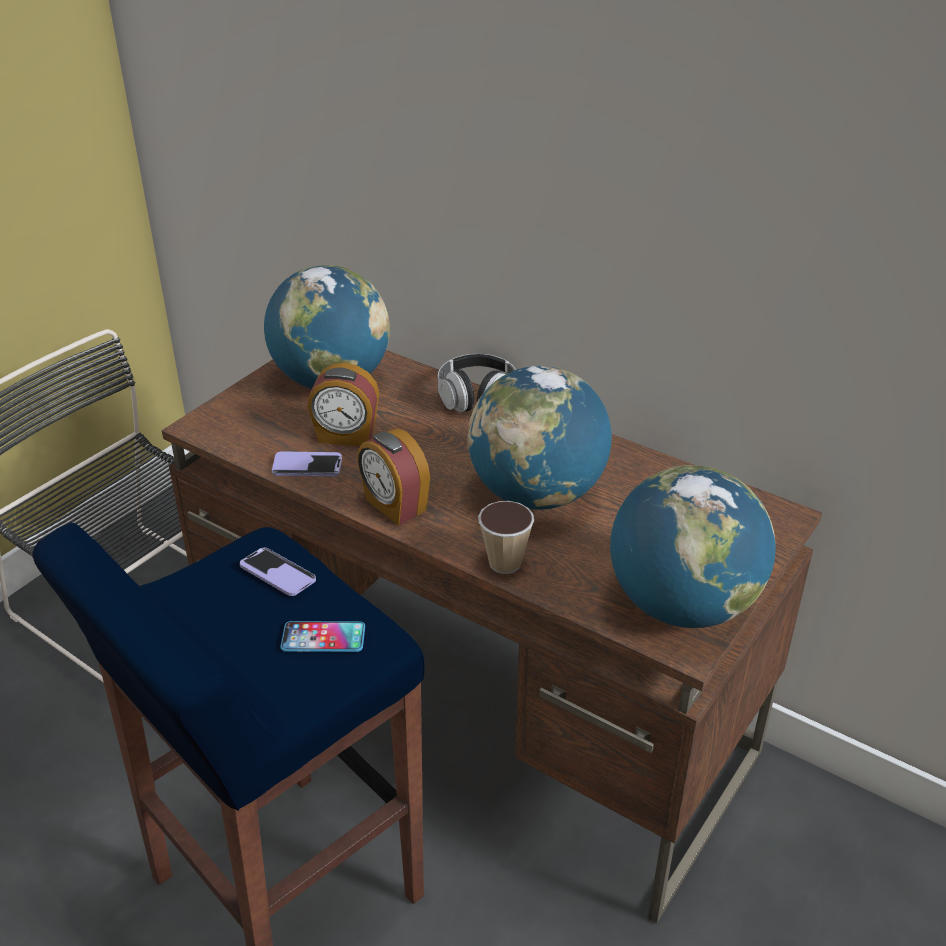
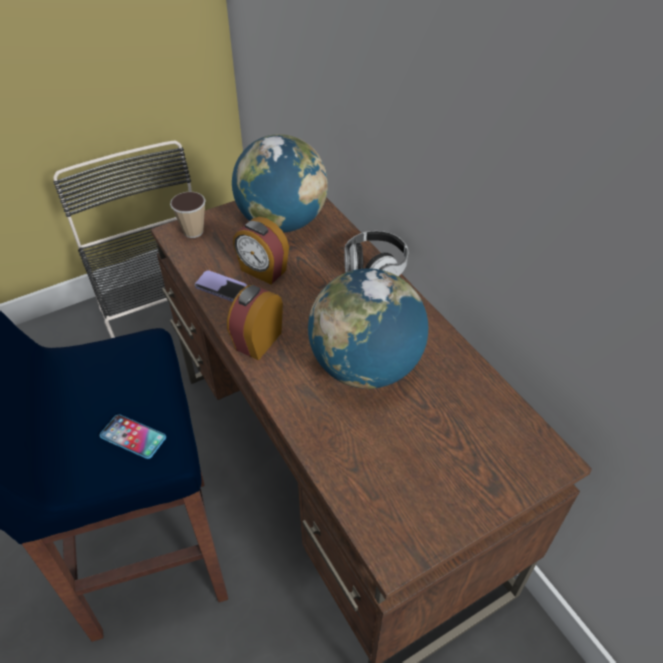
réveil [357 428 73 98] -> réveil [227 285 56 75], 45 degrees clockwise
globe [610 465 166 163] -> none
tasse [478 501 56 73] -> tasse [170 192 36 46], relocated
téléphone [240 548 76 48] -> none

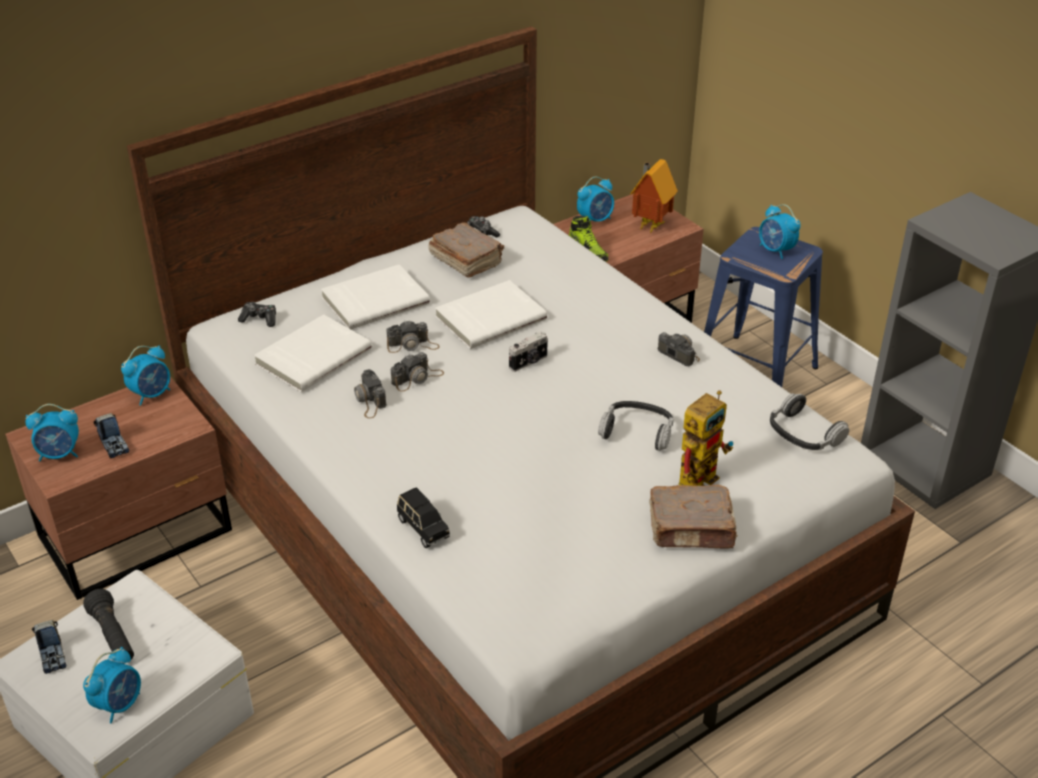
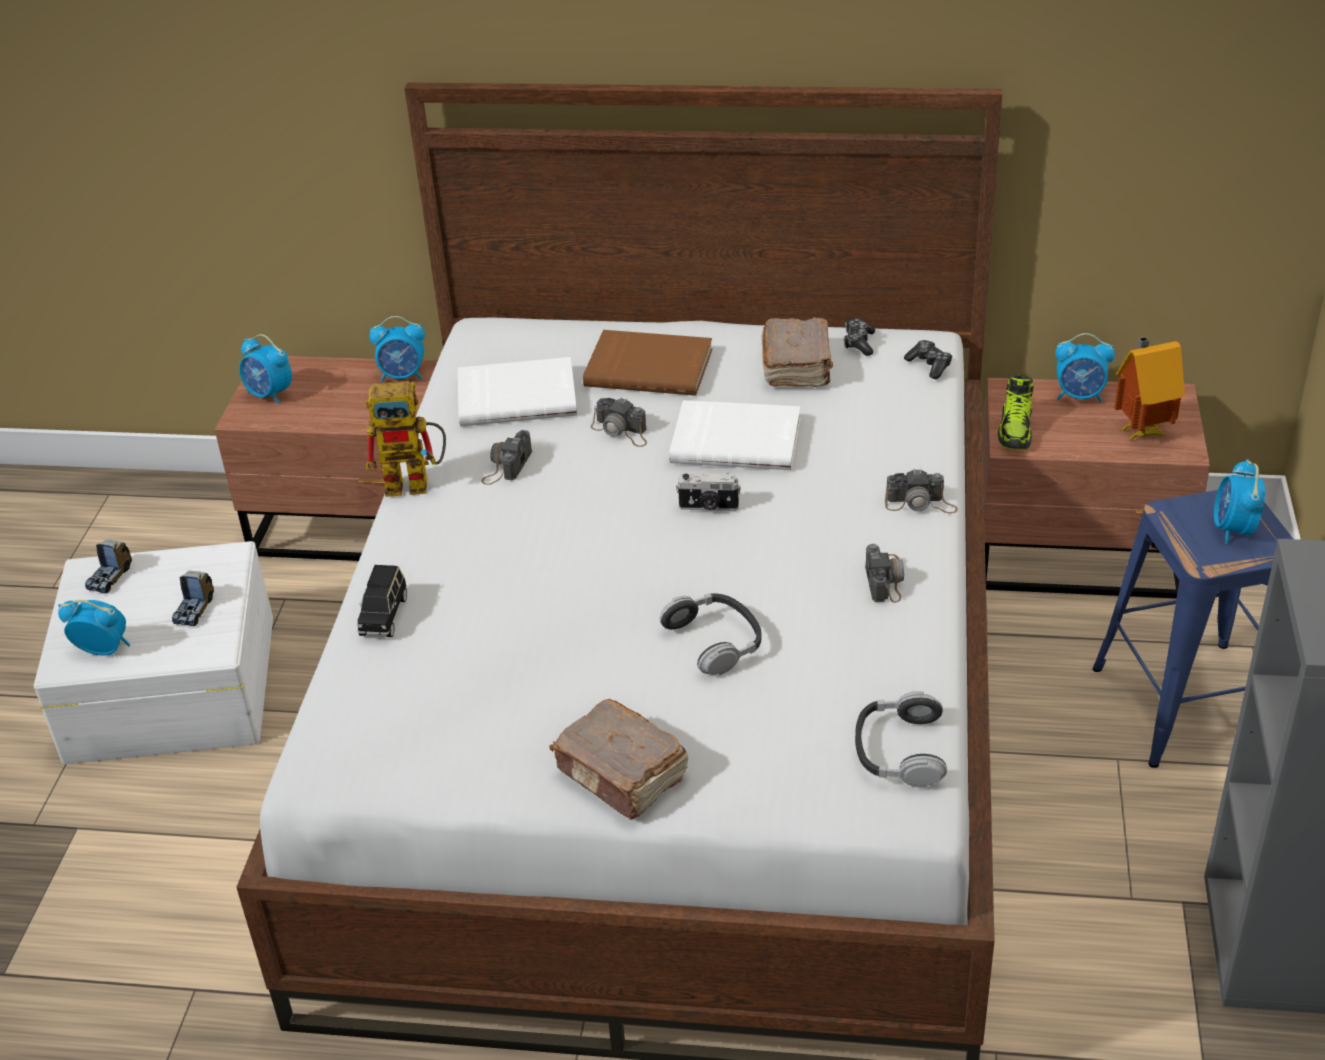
livre [blanc] [321 264 109 65] -> livre [marron] [583 330 129 66]
manette [238 302 38 25] -> manette [904 340 48 39], relocated
appareil photo [391 352 53 40] -> appareil photo [885 469 73 45], relocated
robot jouet [679 390 54 96] -> robot jouet [366 381 80 116], relocated
camion jouet [94 413 35 46] -> camion jouet [172 571 42 55], relocated
lampe de poche [noir] [83 589 51 75] -> none
réveil [83 647 58 77] -> réveil [58 600 72 55], 150 degrees counterclockwise

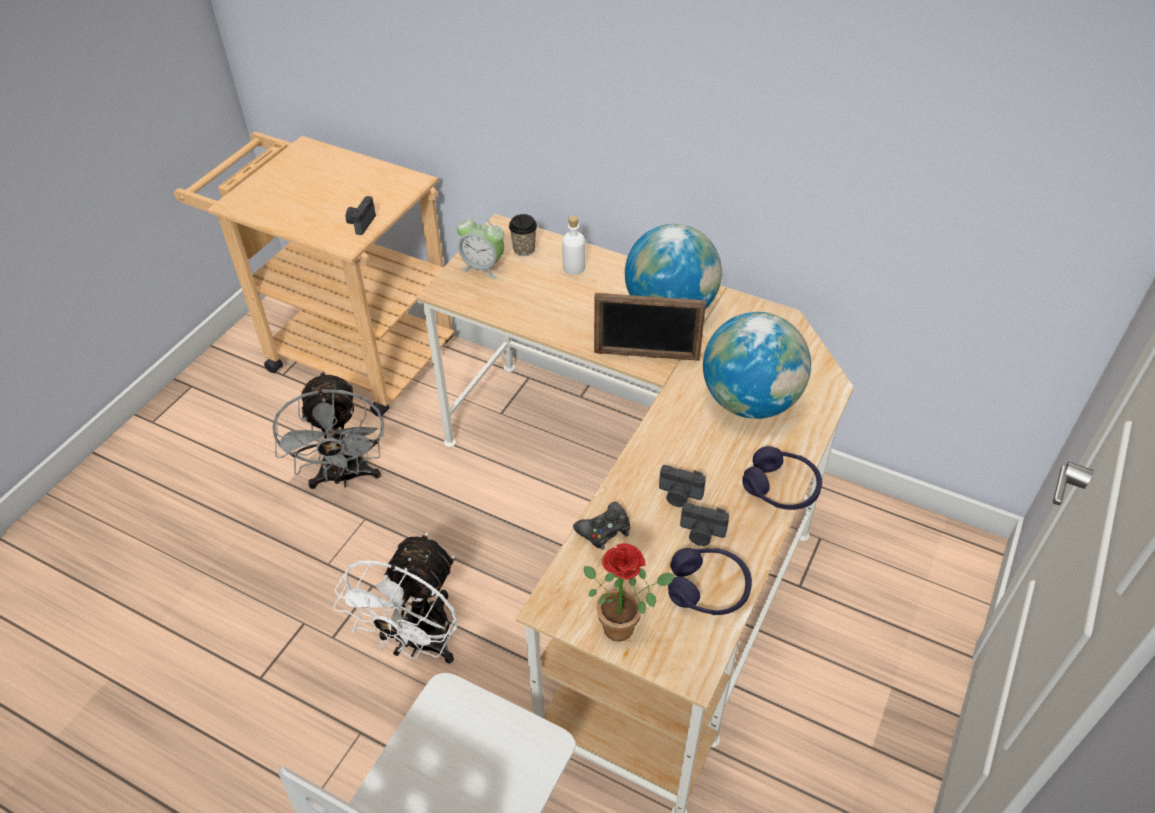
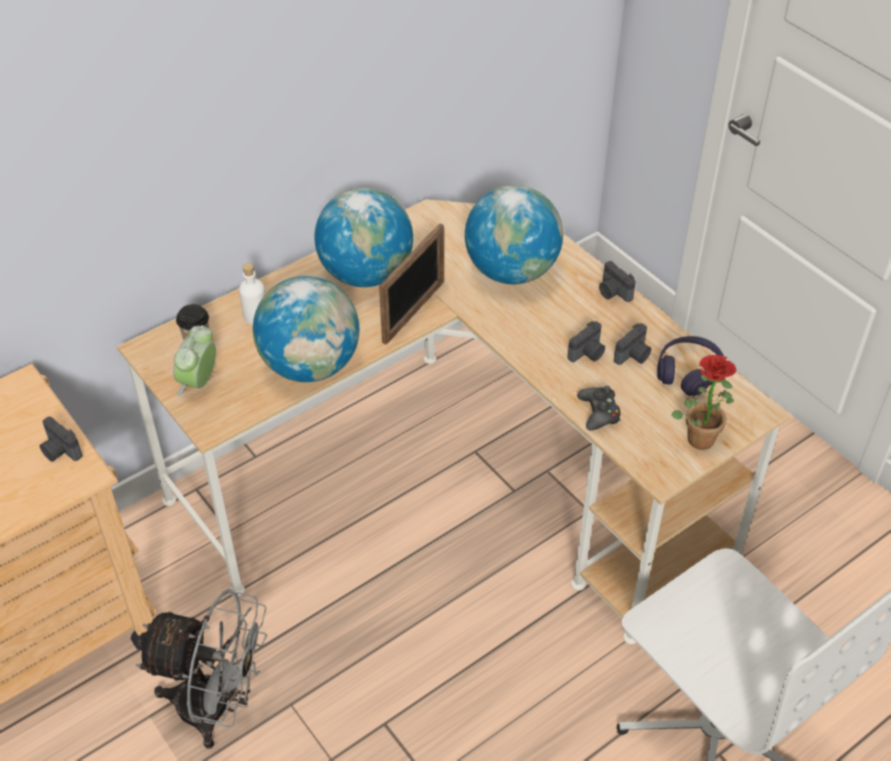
réveil [457 215 47 64] -> réveil [173 325 43 72], 150 degrees clockwise
casque audio [violet] [742 446 80 64] -> appareil photo [599 261 37 41]
ventilateur [blanc] [333 532 125 132] -> none
none -> globe [253 276 106 106]

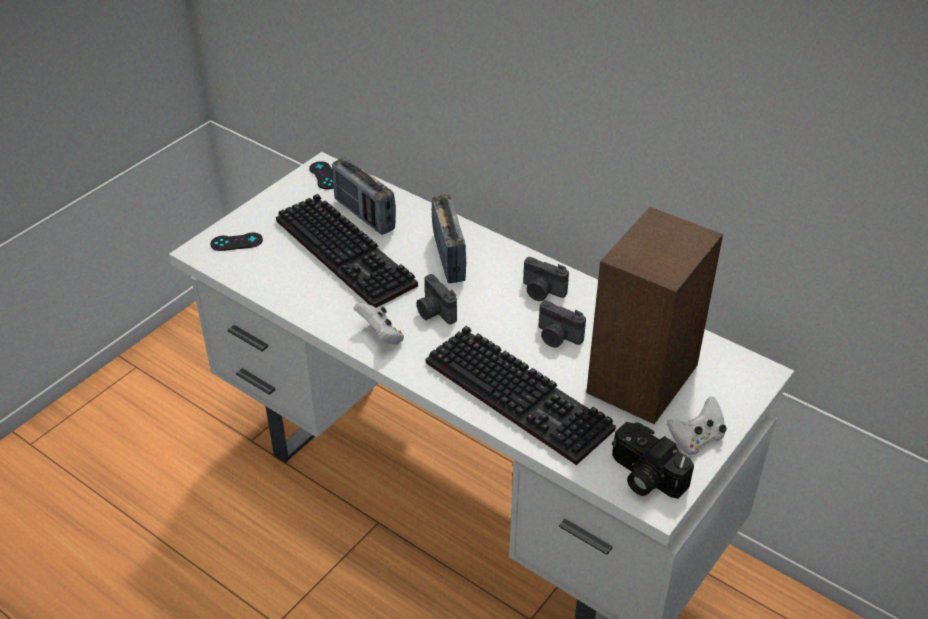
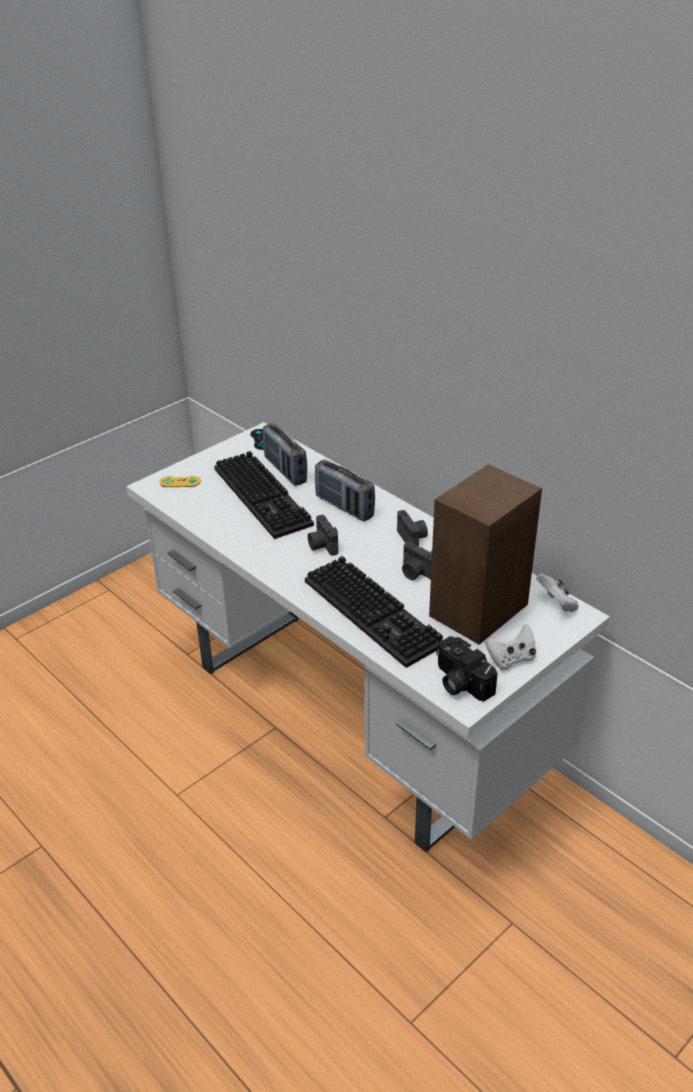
radio [432 194 34 89] -> radio [315 459 60 62], 135 degrees clockwise
manette [noir] [210 232 53 19] -> manette [jaune] [159 476 42 11]
appareil photo [523 257 46 44] -> appareil photo [397 510 31 37], 150 degrees counterclockwise
manette [blanc] [354 302 50 42] -> manette [blanc] [536 573 43 39], relocated

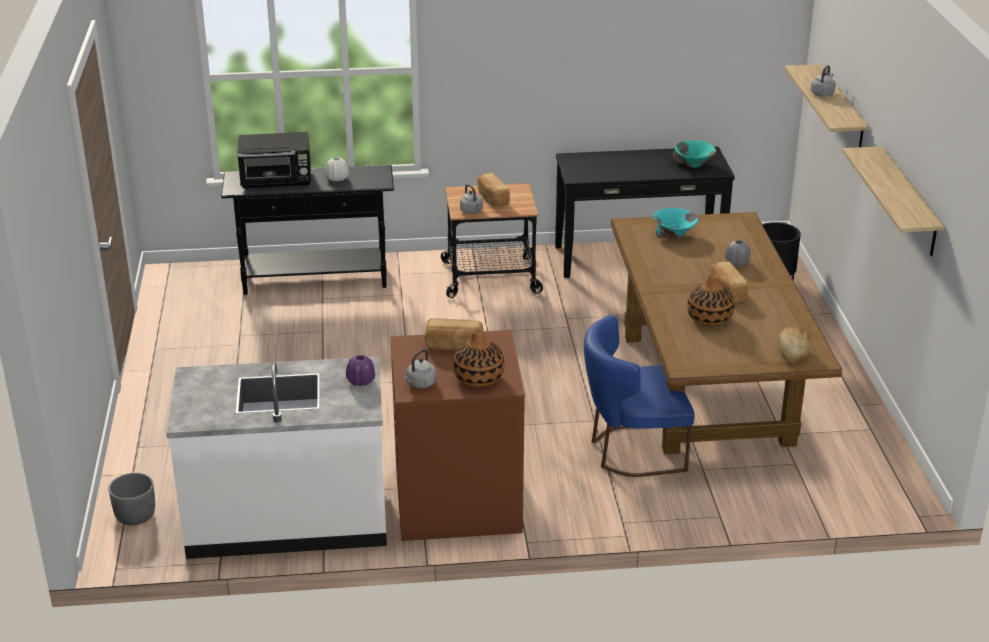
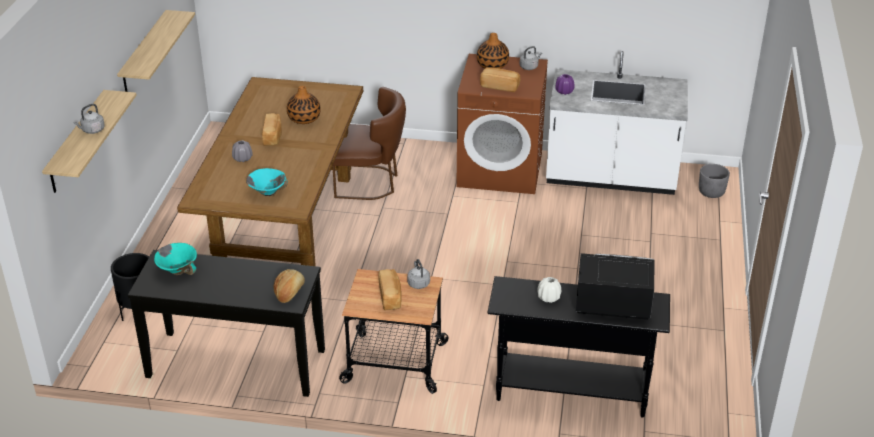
chaise [bleu] [584 315 110 162] -> chaise [marron] [332 87 74 113]
pain [778 327 33 36] -> pain [274 269 31 34], relocated

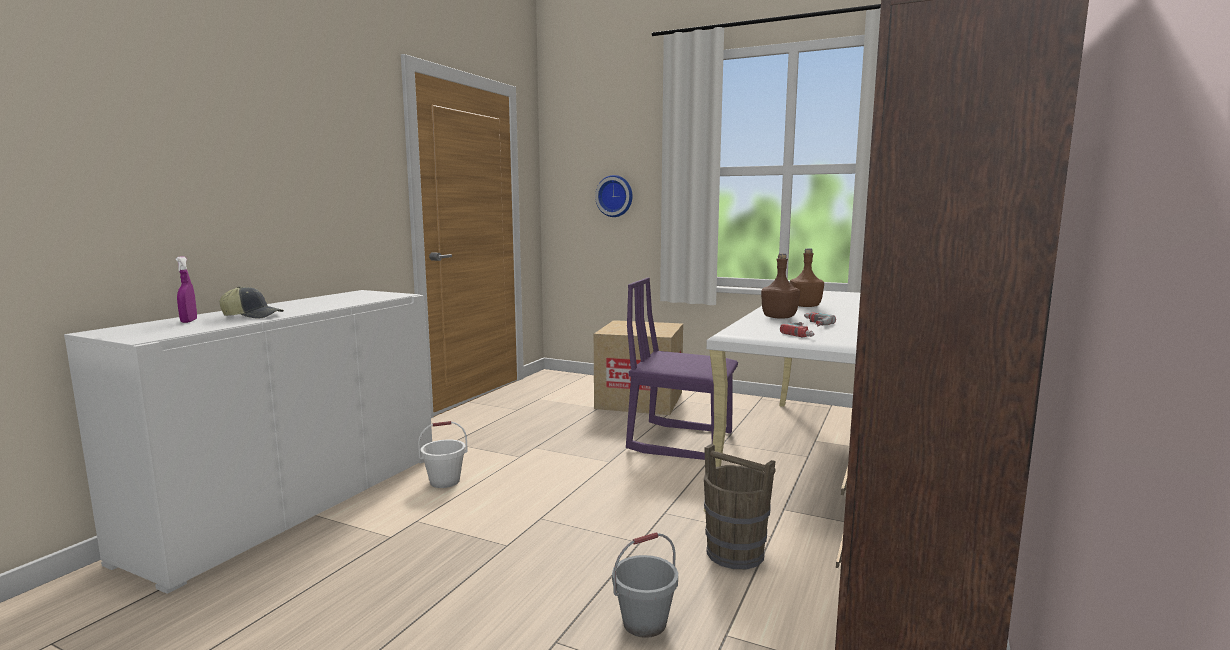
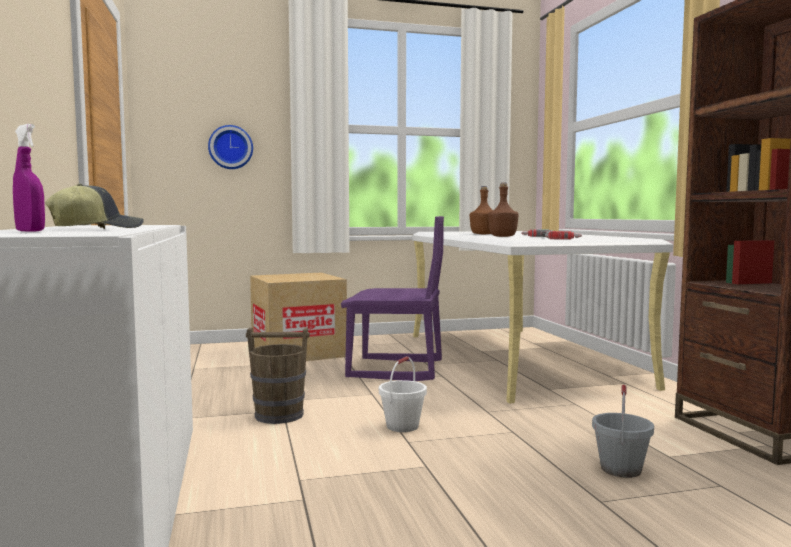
chaise [violet] [626 278 112 182] -> chaise [violet] [341 216 103 165], 150 degrees counterclockwise
seau [blanc] [418 421 50 67] -> seau [blanc] [379 356 48 76], relocated
seau [marron] [704 444 72 125] -> seau [marron] [246 328 64 96], relocated

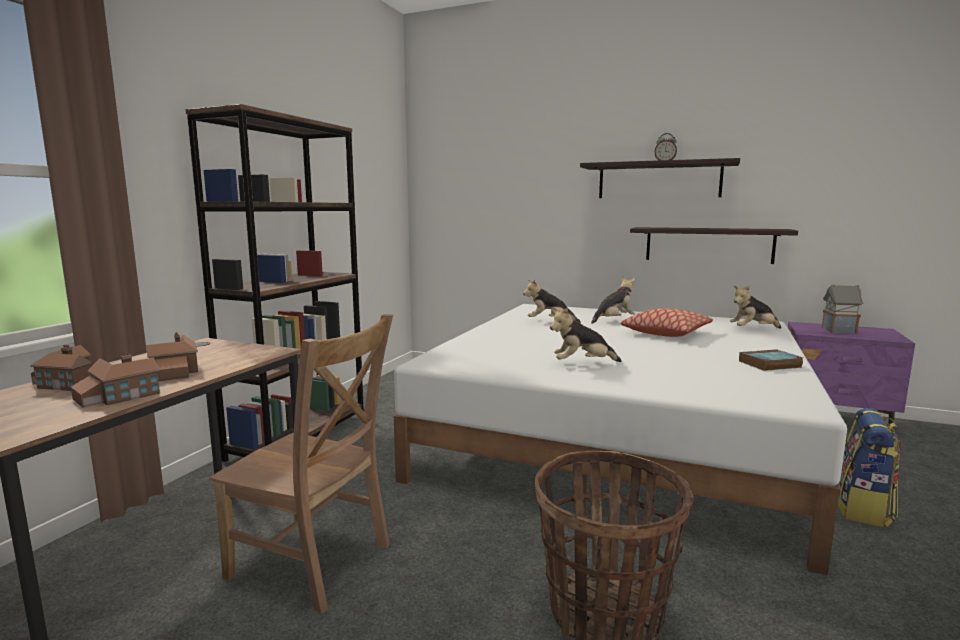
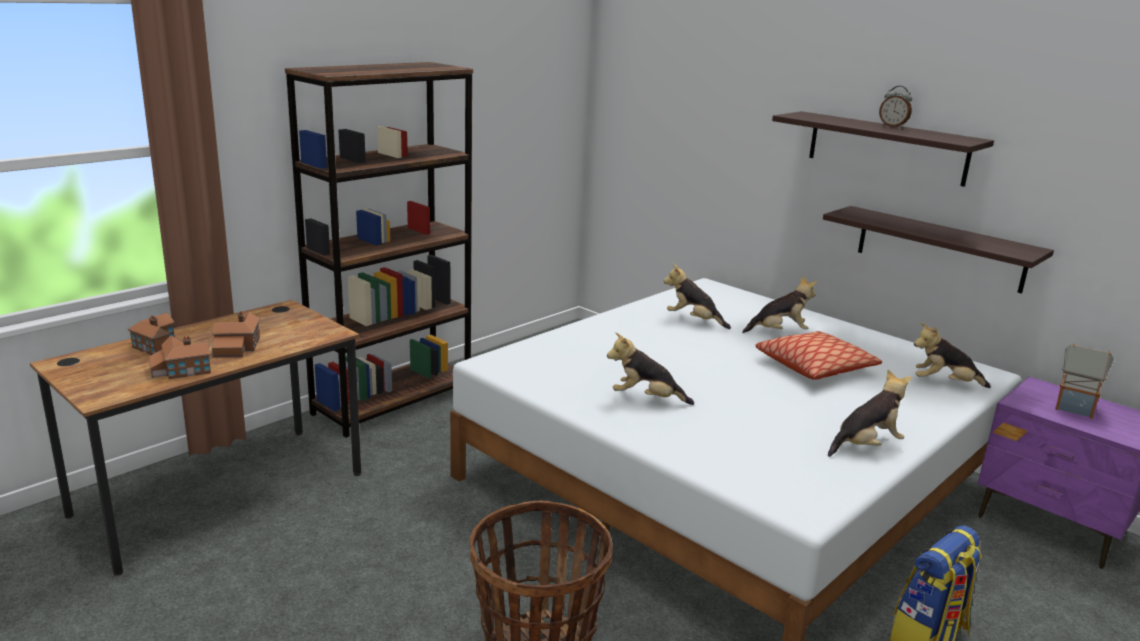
chaise [marron] [210 314 183 300] -> none
livre [739 349 64 22] -> peluche [828 369 83 88]

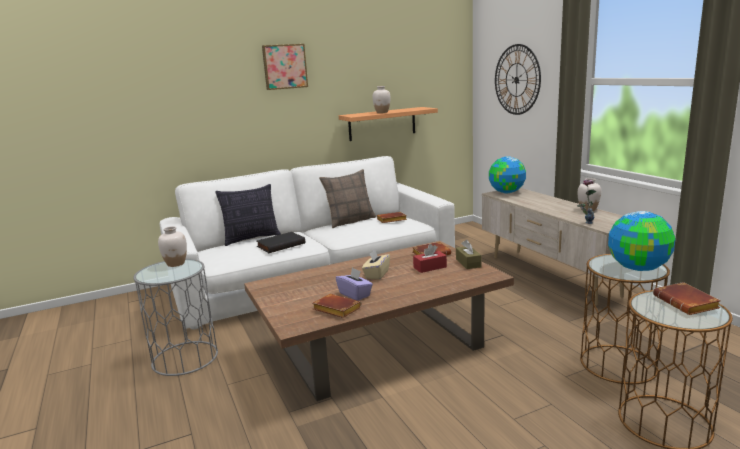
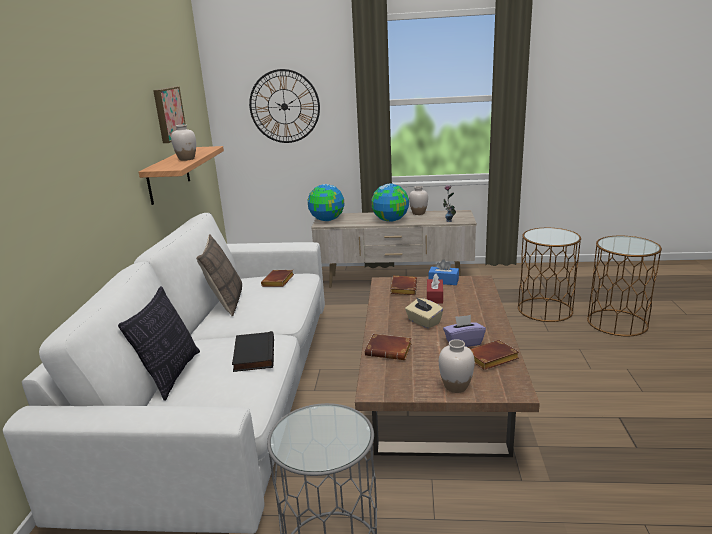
tableau [262 44 46 46] -> tableau [153 86 33 57], relocated
globe [608 211 68 60] -> globe [371 183 38 39], relocated
vase [blanc] [158 226 29 41] -> vase [blanc] [439 339 36 54], relocated
boîte à mouchoirs [marron] [456 240 26 29] -> boîte à mouchoirs [bleu] [428 259 31 26]
livre [marron] [653 282 68 33] -> livre [marron] [365 334 47 26], relocated

